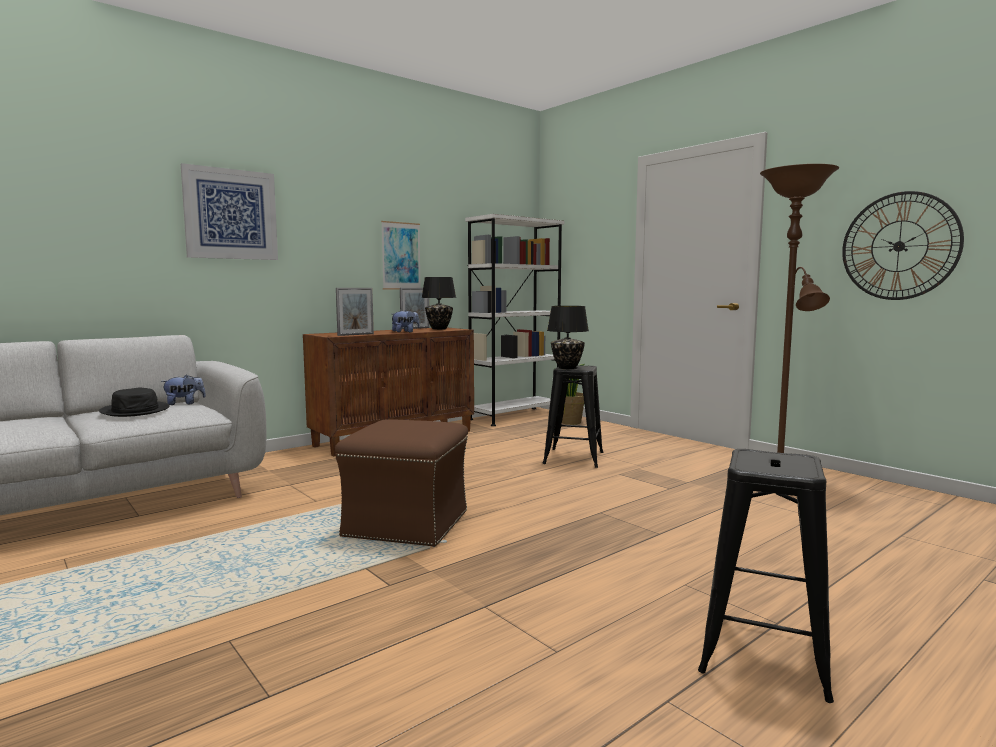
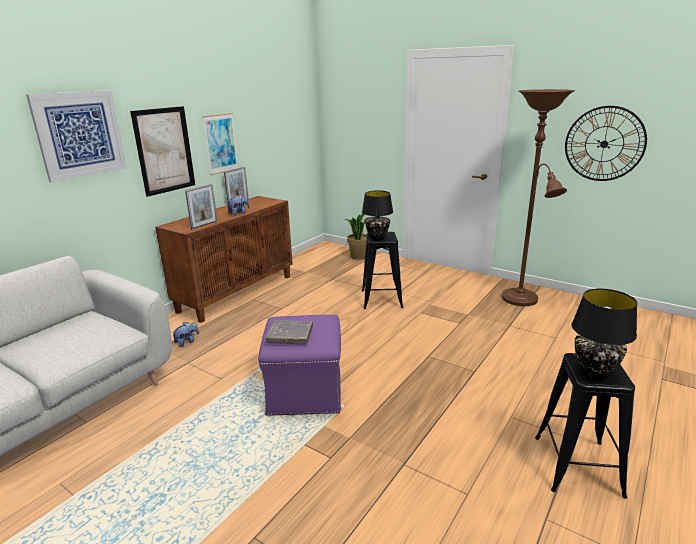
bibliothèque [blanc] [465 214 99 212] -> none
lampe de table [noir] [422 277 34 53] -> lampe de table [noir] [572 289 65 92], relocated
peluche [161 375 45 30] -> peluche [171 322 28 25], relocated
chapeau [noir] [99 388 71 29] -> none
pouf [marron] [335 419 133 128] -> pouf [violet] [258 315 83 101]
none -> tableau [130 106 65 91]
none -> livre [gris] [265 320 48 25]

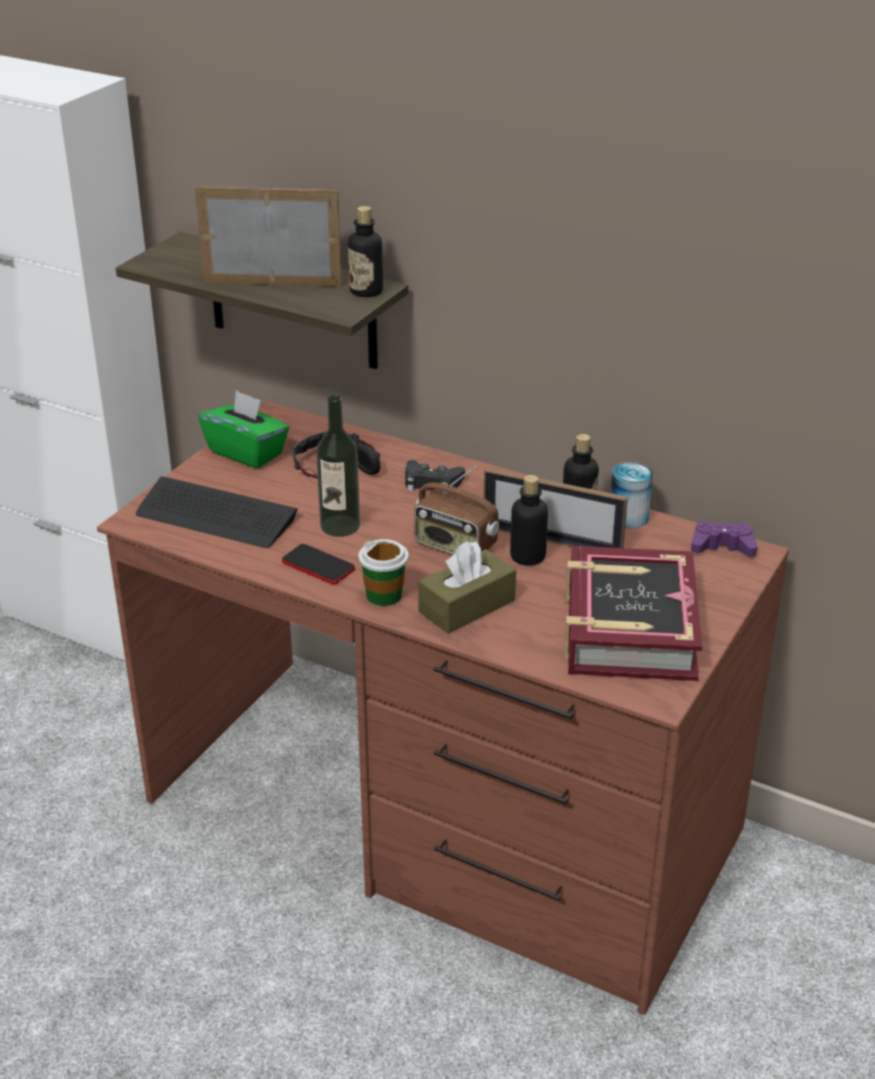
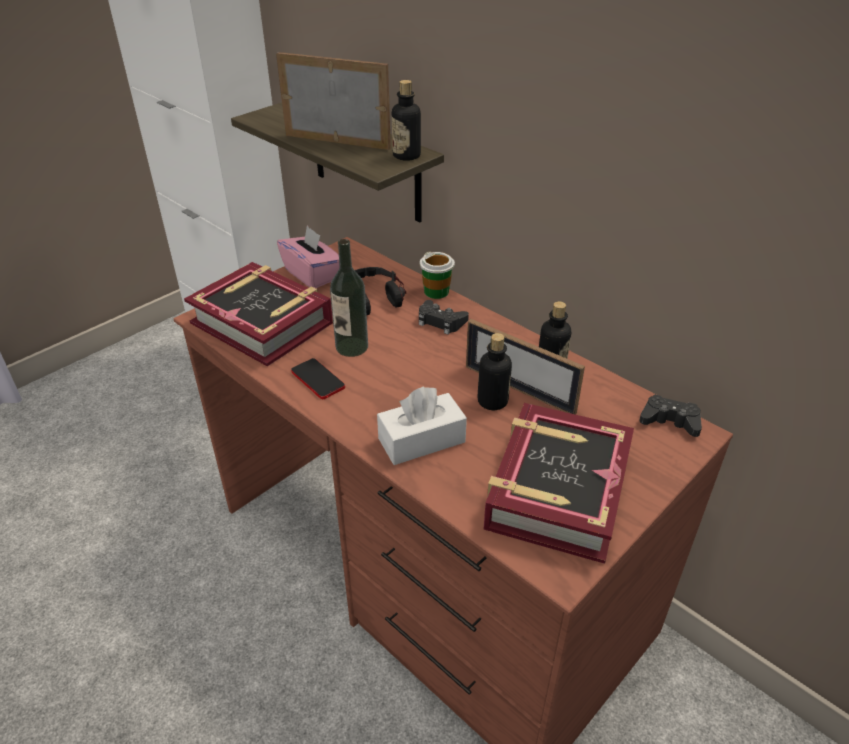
boîte à mouchoirs [vert] [198 390 91 79] -> boîte à mouchoirs [rose] [277 226 63 62]
boîte métallique [611 462 42 67] -> none
radio [414 466 85 89] -> none
clavier [136 477 162 71] -> livre [184 262 149 105]
manette [violet] [691 521 66 35] -> manette [noir] [639 394 63 43]
tasse [359 539 50 67] -> tasse [420 252 35 47], relocated
boîte à mouchoirs [marron] [418 541 98 93] -> boîte à mouchoirs [blanc] [377 387 90 78]

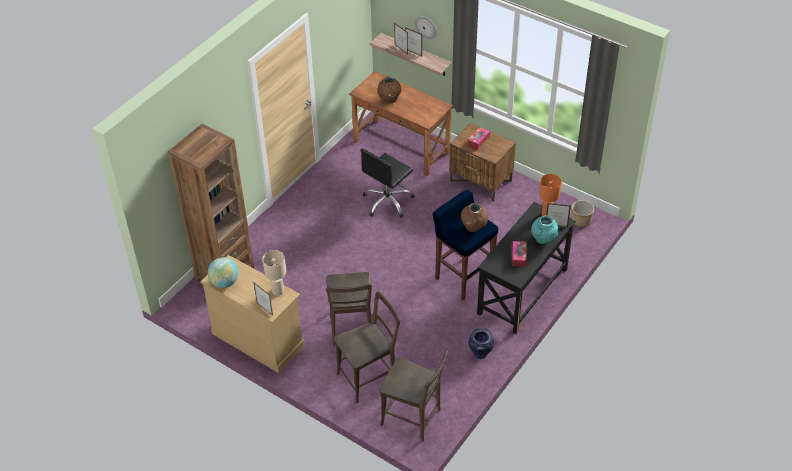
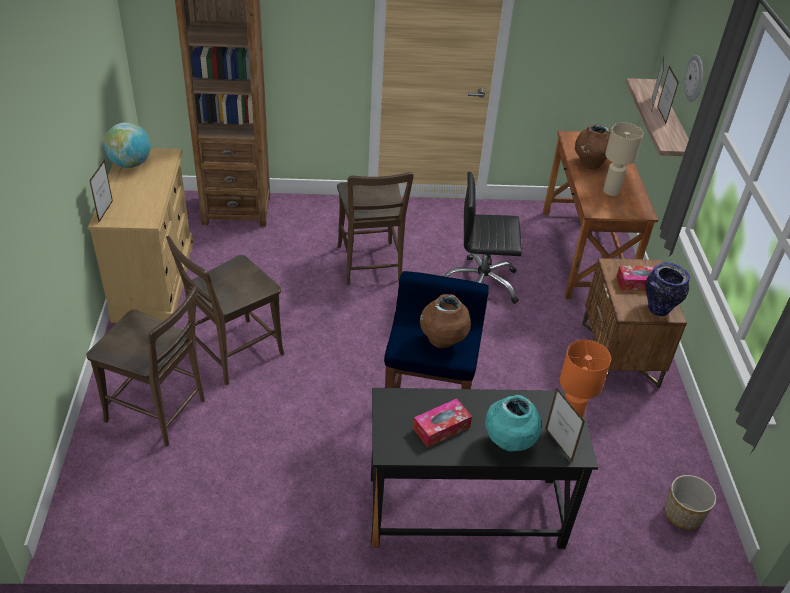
lampe de table [beige] [262 250 24 46] -> lampe de table [beige] [603 122 41 74], relocated
vase [469 328 25 31] -> vase [645 263 45 53], relocated
chaise [marron] [379 350 69 92] -> chaise [marron] [337 172 77 113], relocated

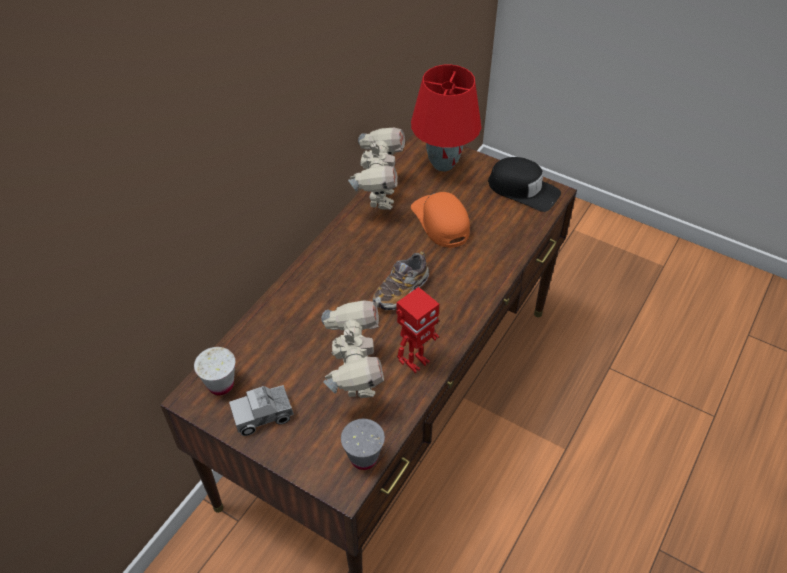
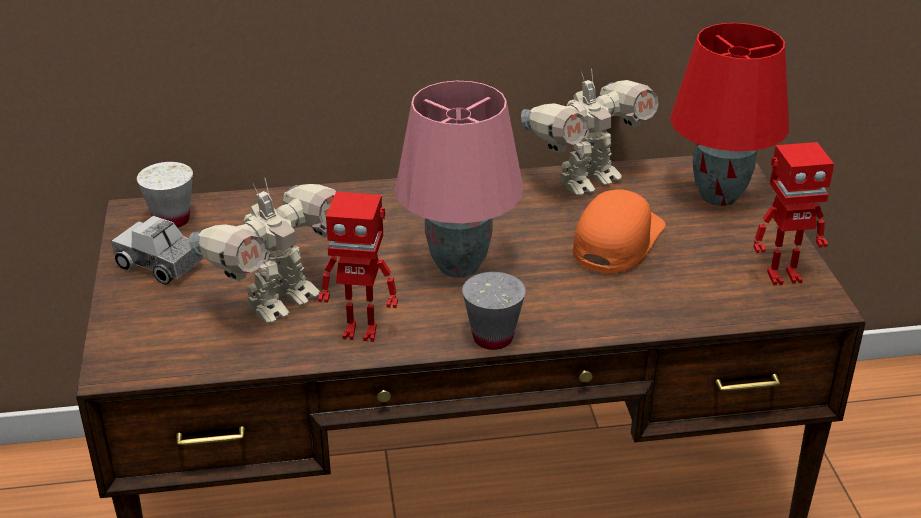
casquette [noir] [488 157 73 55] -> robot jouet [753 142 81 143]
chaussure [373 252 56 58] -> lampe de table [rose] [395 81 128 197]
tasse [gris] [341 419 44 51] -> tasse [gris] [462 272 64 78], relocated

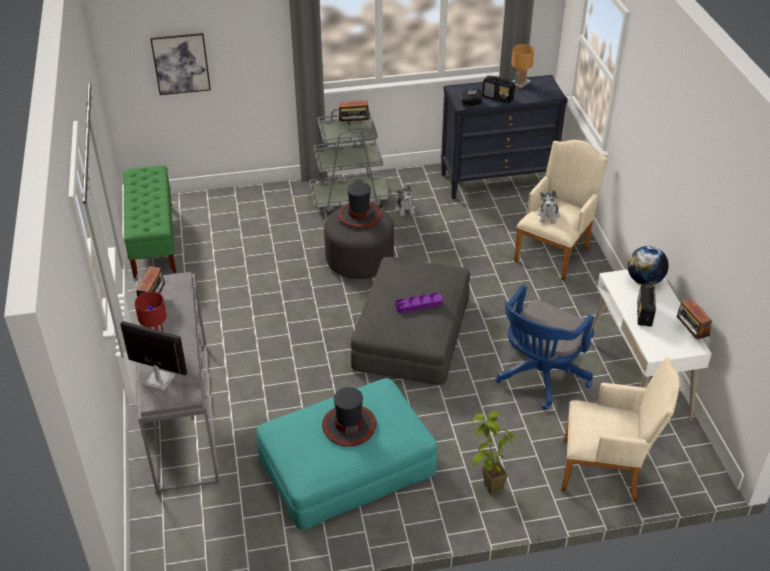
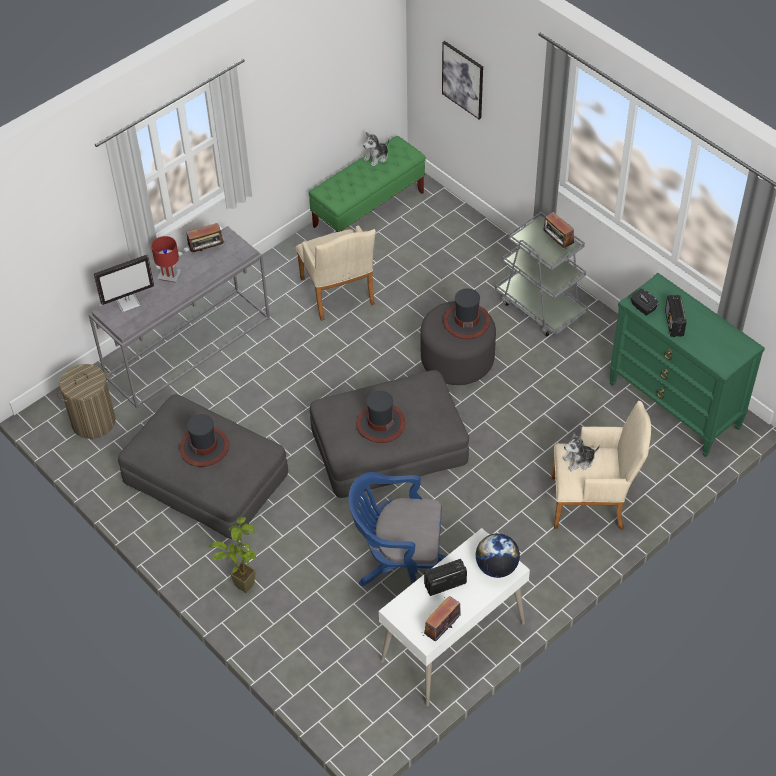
lampe de table [marron] [512 44 22 45] -> none
commode [noir] [441 75 127 124] -> commode [vert] [609 273 156 184]
peluche [395 185 20 32] -> peluche [363 132 26 35], relocated
plateau [violet] [396 293 47 20] -> chapeau [356 391 49 52]
écran d'ordinateur [120 321 67 70] -> écran d'ordinateur [94 255 60 57], 75 degrees clockwise
fauteuil [beige] [561 357 118 145] -> fauteuil [beige] [296 225 80 96], relocated
pouf [turquoise] [256 378 181 152] -> pouf [gris] [118 394 170 145]
none -> panier à linge [57 364 59 75]

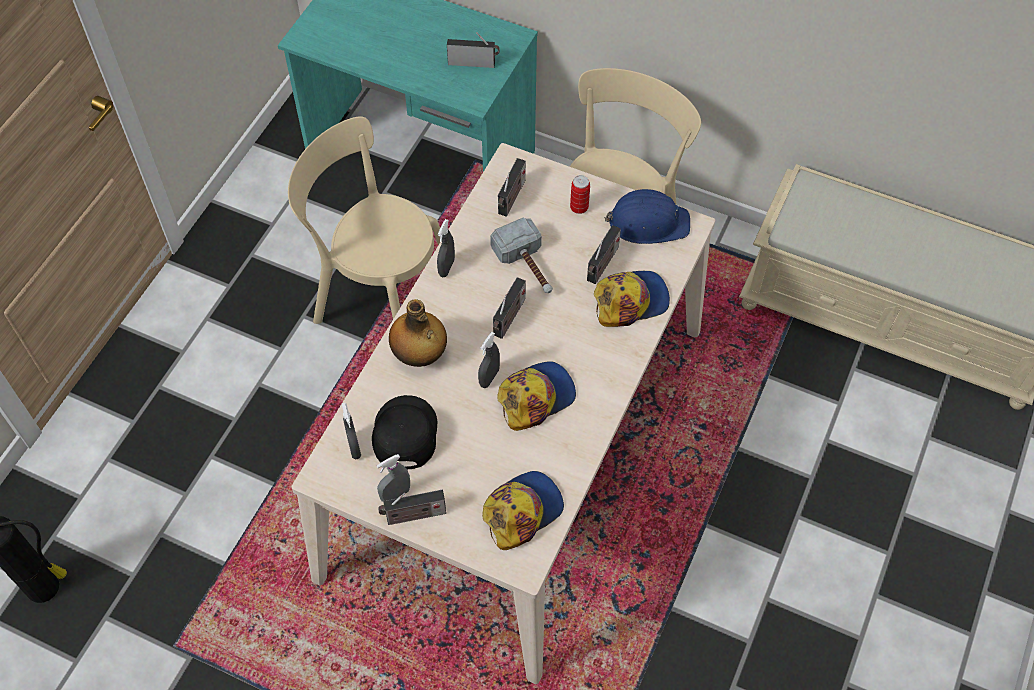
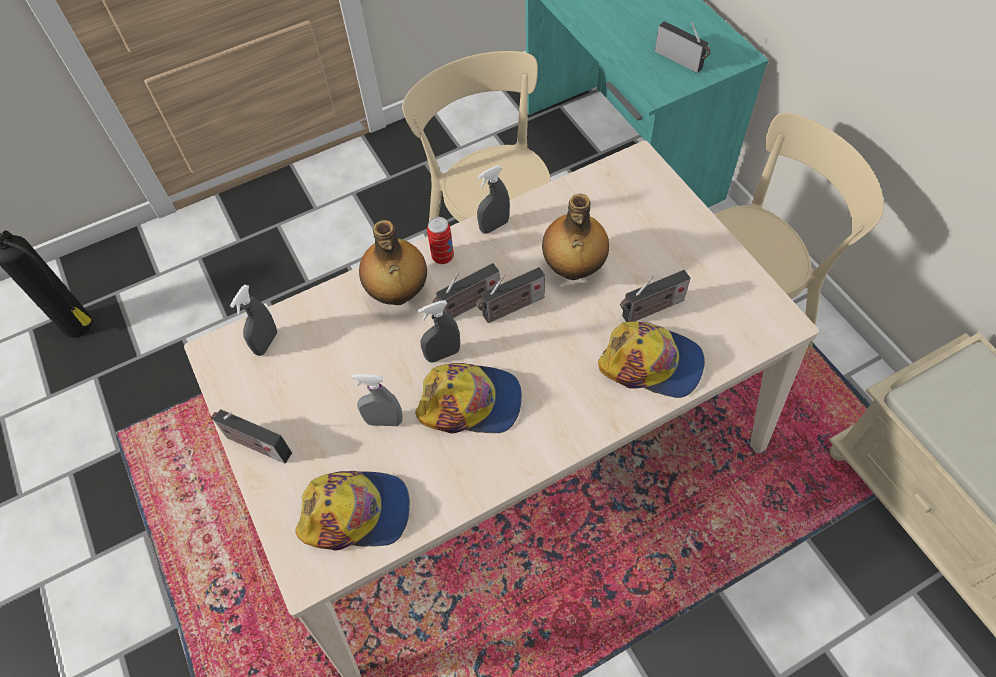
radio [498 158 28 59] -> radio [432 263 68 55], relocated
boîte métallique [570 175 20 39] -> boîte métallique [427 217 27 47], relocated
casque de chantier [bleu] [605 189 85 55] -> none
marteau [490 218 63 75] -> bouteille [542 194 67 86]
casquette [noir] [372 395 65 74] -> none
vaporisateur [gris] [376 454 34 48] -> vaporisateur [gris] [351 374 52 52], relocated

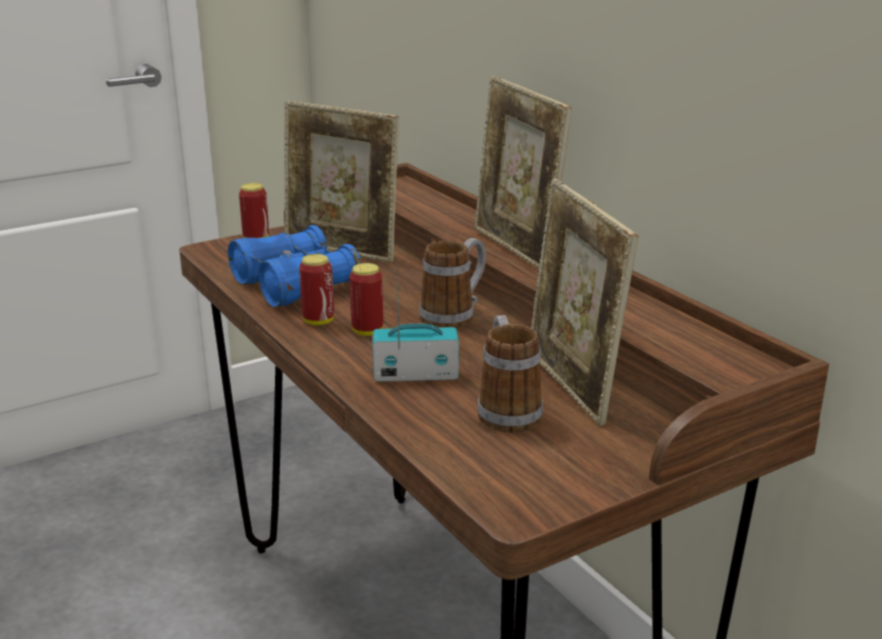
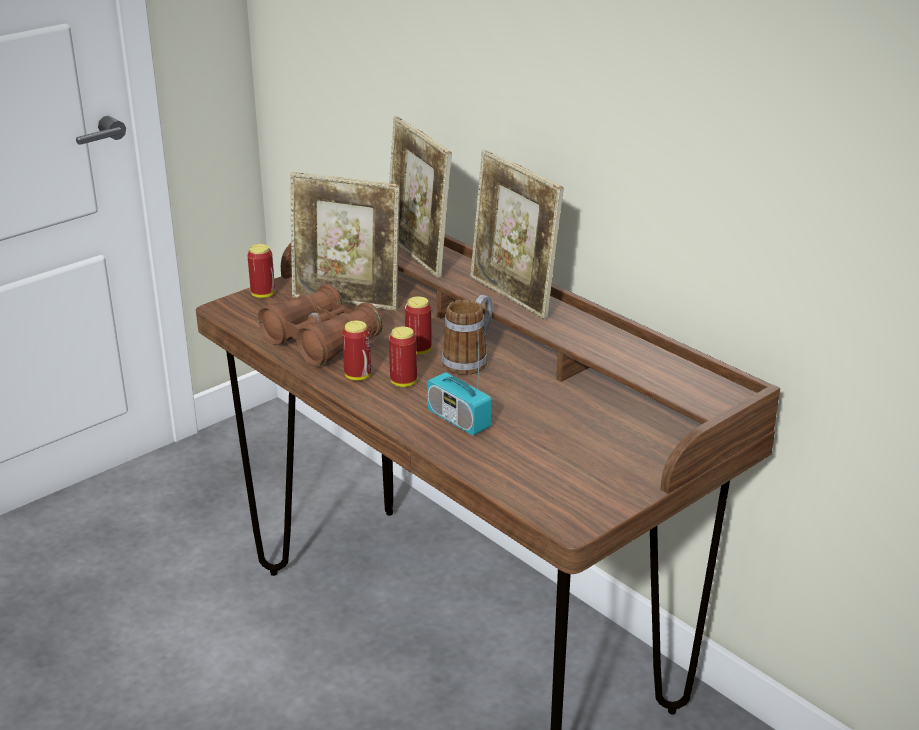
cadre photo [531 179 108 247] -> cadre photo [389 116 63 162], relocated
jumelles [bleu] [228 225 134 82] -> jumelles [marron] [258 284 125 82]
radio [373 265 86 117] -> radio [427 330 64 105], 120 degrees counterclockwise
mug [477 315 66 118] -> none
none -> boîte métallique [405 297 27 58]

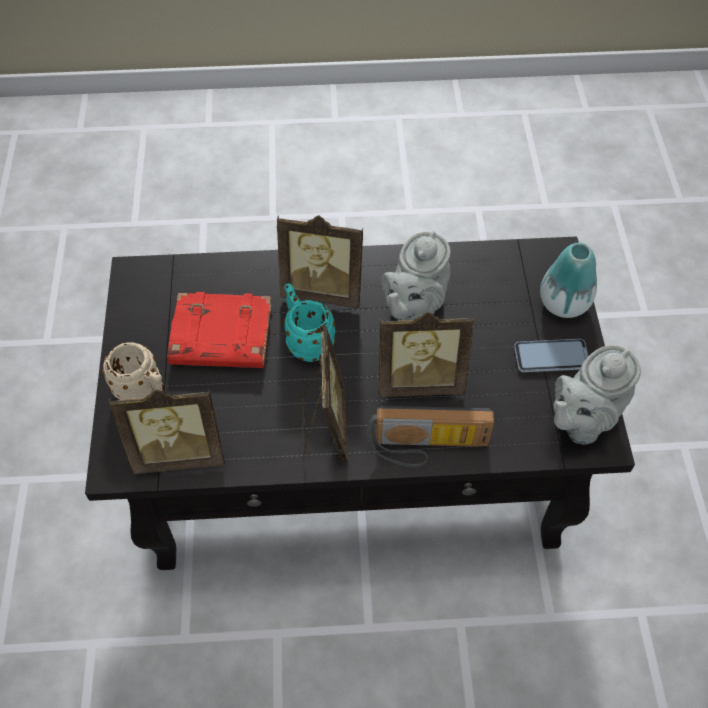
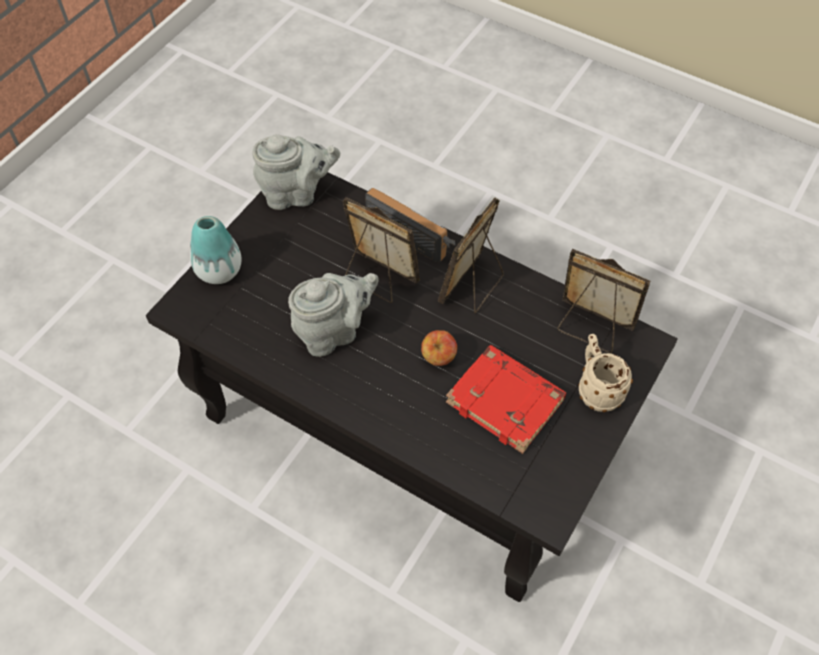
cadre photo [277 215 86 93] -> none
mug [turquoise] [284 283 52 79] -> pomme [421 330 36 36]
téléphone [514 339 74 33] -> none

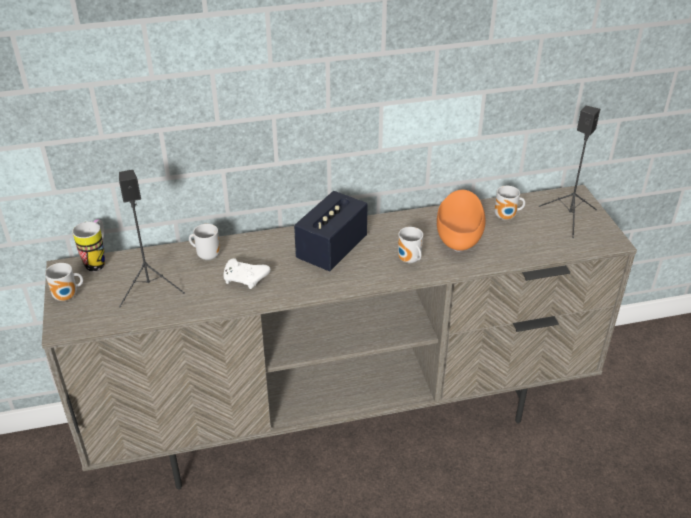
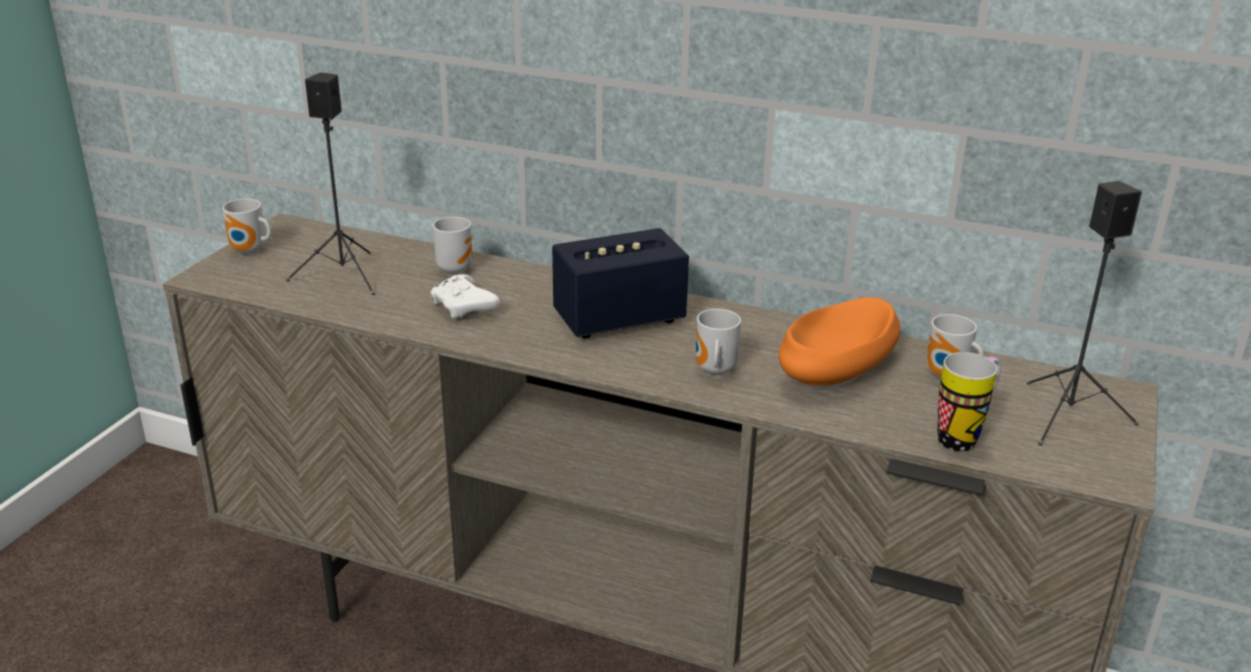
mug [73 219 32 53] -> mug [937 352 65 99], relocated

